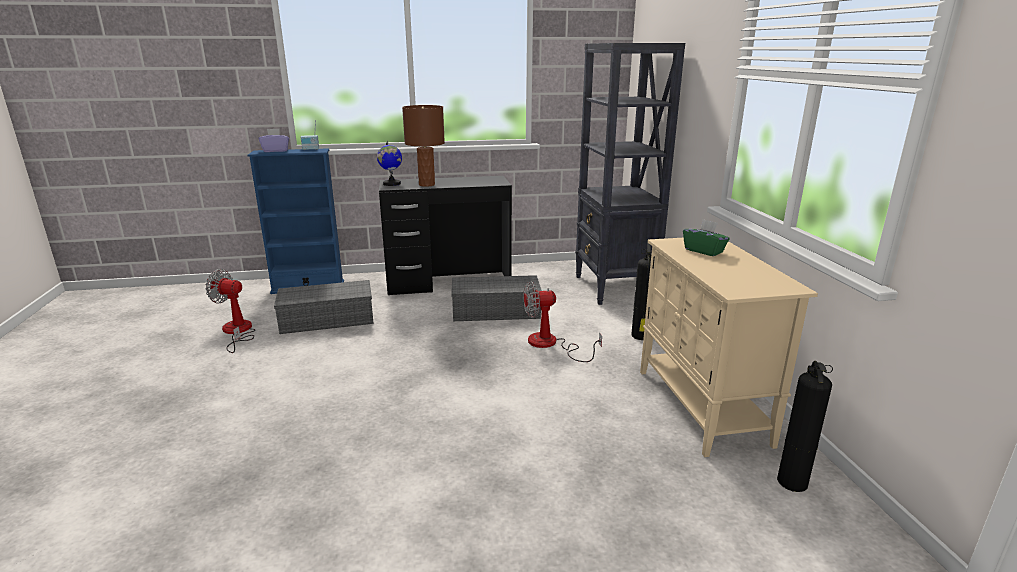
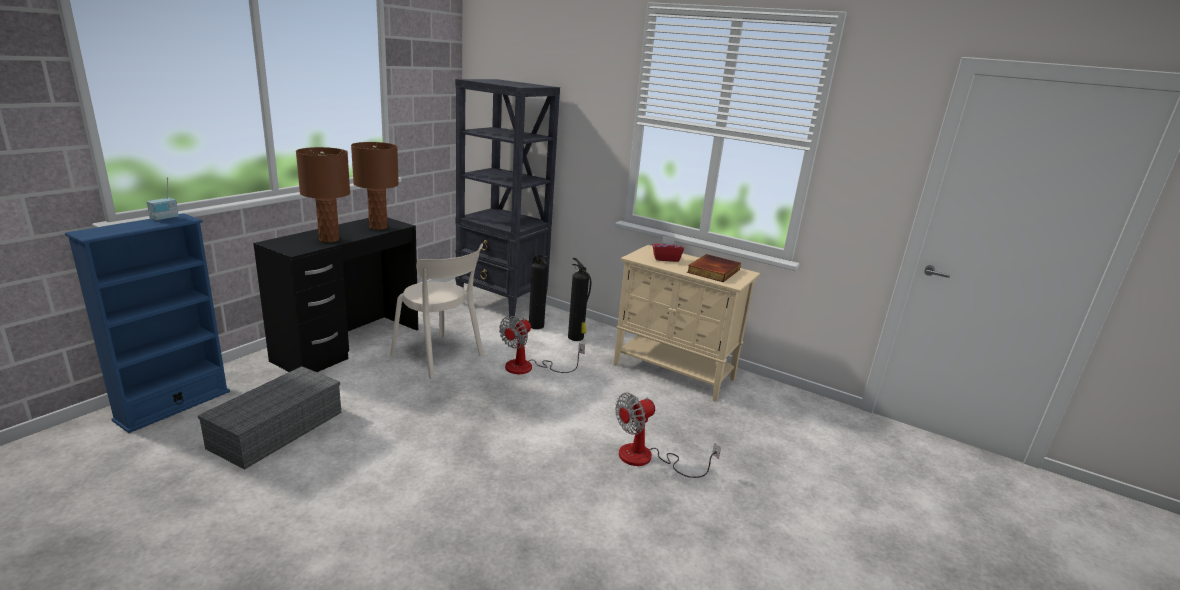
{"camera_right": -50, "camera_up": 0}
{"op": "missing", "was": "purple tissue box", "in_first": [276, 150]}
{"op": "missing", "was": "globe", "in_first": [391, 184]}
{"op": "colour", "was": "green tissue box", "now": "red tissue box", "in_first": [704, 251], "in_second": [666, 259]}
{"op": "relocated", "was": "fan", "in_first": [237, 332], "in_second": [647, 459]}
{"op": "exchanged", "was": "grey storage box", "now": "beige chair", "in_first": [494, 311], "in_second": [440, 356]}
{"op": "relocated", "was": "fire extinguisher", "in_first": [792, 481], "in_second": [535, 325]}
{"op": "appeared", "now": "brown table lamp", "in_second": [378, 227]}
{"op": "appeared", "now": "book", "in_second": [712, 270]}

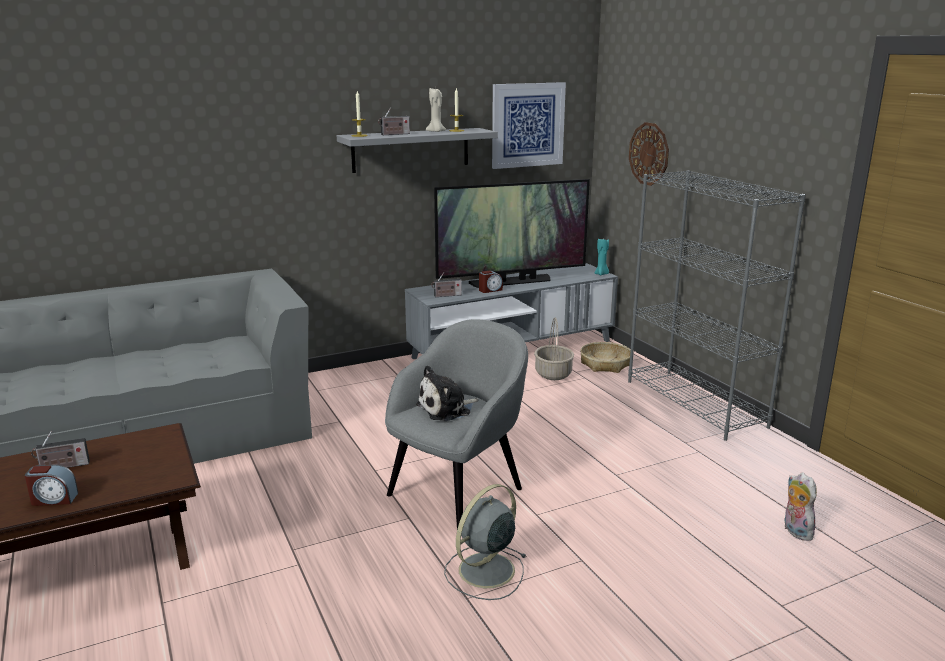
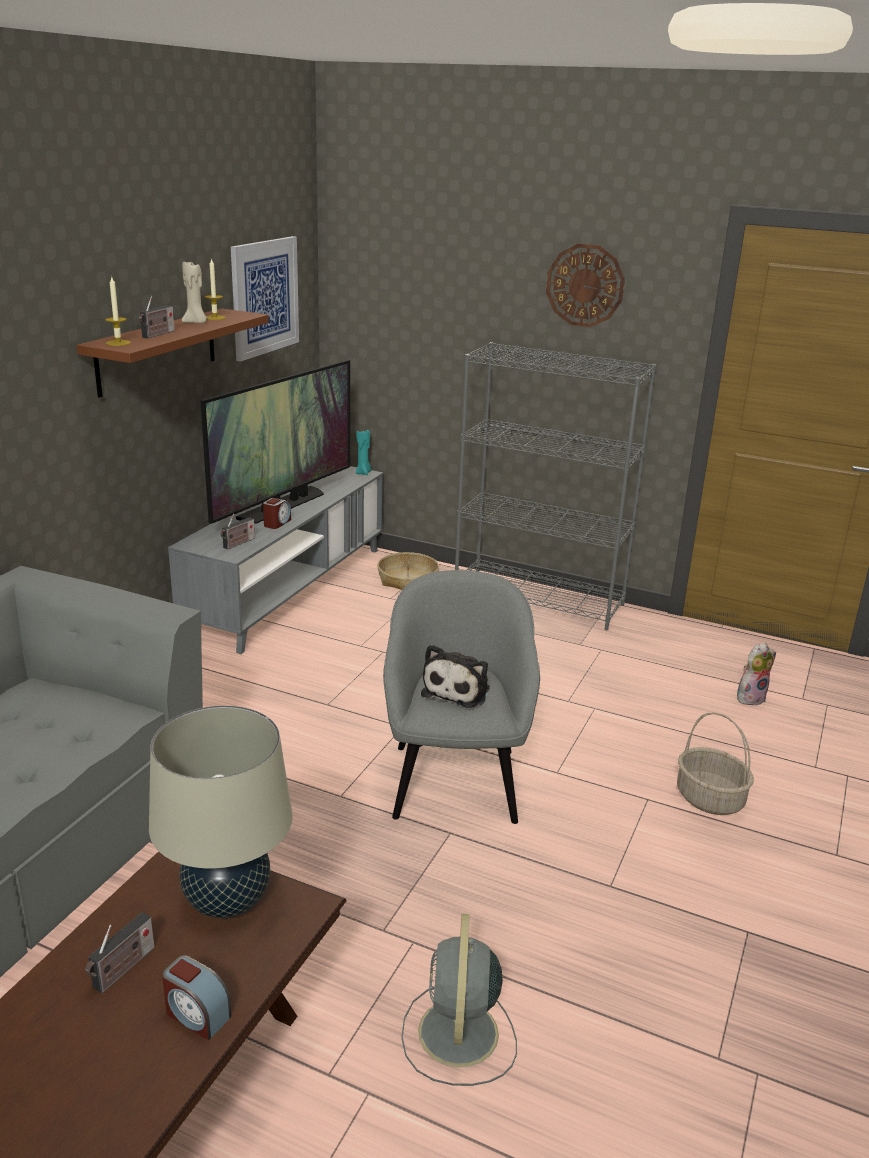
{"camera_right": -40, "camera_up": 5}
{"op": "relocated", "was": "wall clock", "in_first": [649, 154], "in_second": [585, 285]}
{"op": "colour", "was": "grey shelf", "now": "brown shelf", "in_first": [411, 150], "in_second": [157, 351]}
{"op": "relocated", "was": "basket", "in_first": [553, 373], "in_second": [708, 798]}
{"op": "spun", "was": "alarm clock", "in_first": [54, 499], "in_second": [196, 1015], "clockwise": 75}
{"op": "spun", "was": "plush toy", "in_first": [795, 531], "in_second": [750, 697], "clockwise": 120}
{"op": "relocated", "was": "grey fan", "in_first": [484, 571], "in_second": [458, 1036]}
{"op": "appeared", "now": "beige table lamp", "in_second": [227, 900]}

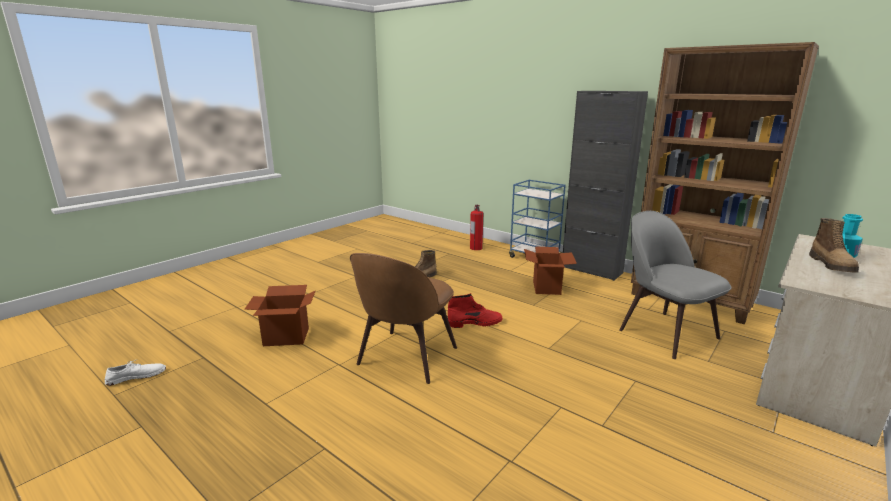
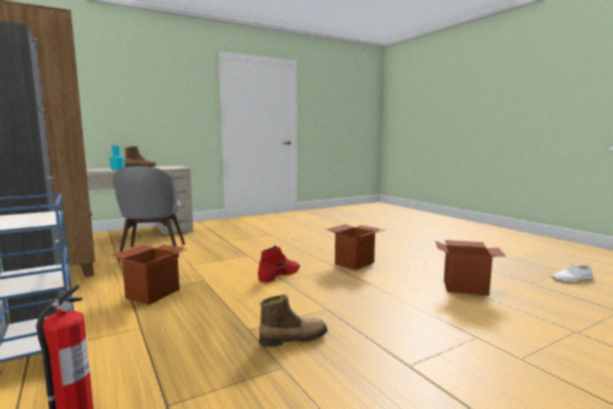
{"camera_right": -160, "camera_up": -10}
{"op": "exchanged", "was": "brown chair", "now": "cardboard box", "in_first": [405, 358], "in_second": [354, 263]}
{"op": "spun", "was": "red boot", "in_first": [475, 323], "in_second": [280, 274], "clockwise": 120}

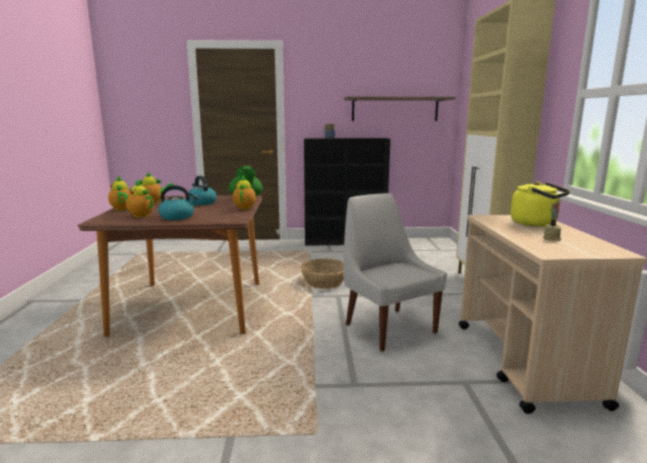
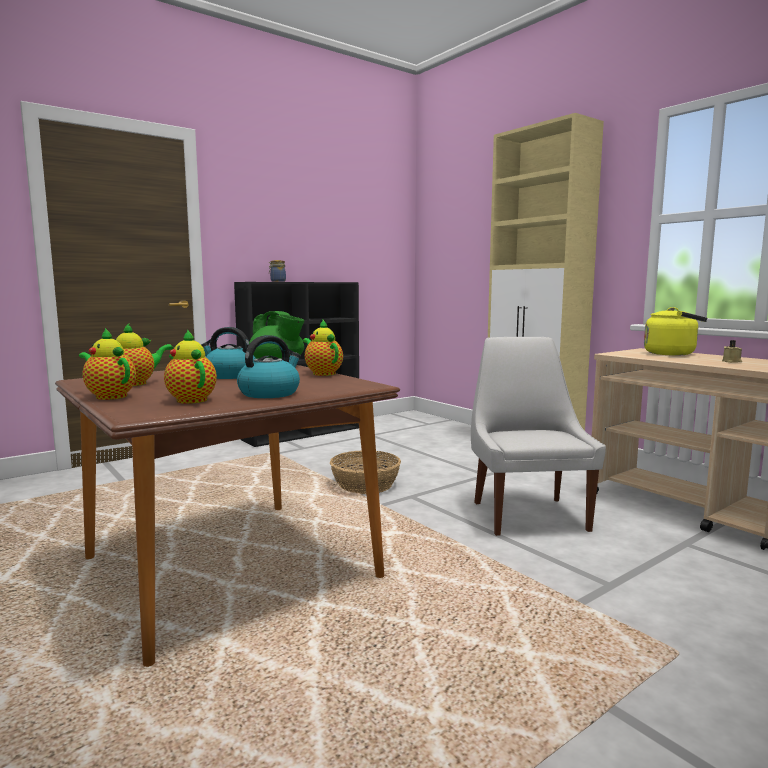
{"camera_right": -35, "camera_up": -5}
{"op": "missing", "was": "shelf", "in_first": [395, 109]}
{"op": "spun", "was": "teapot", "in_first": [139, 215], "in_second": [190, 400], "clockwise": 60}
{"op": "spun", "was": "white chair", "in_first": [388, 327], "in_second": [527, 514], "clockwise": 60}

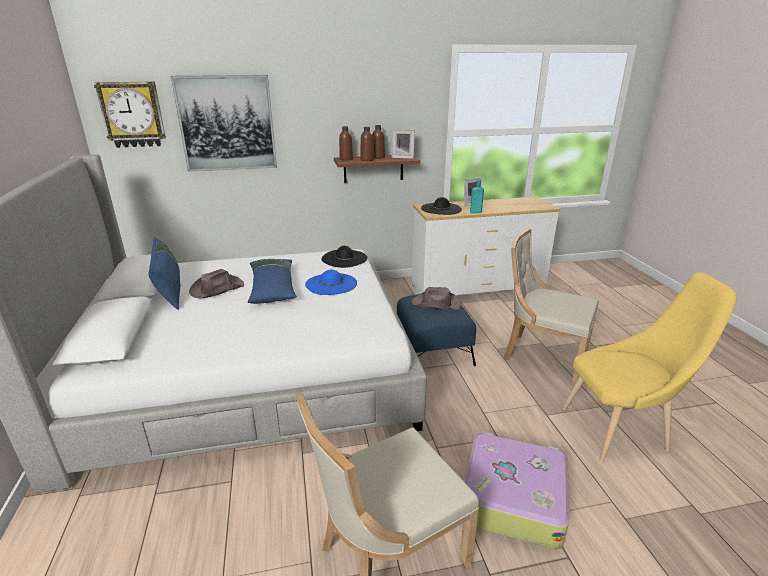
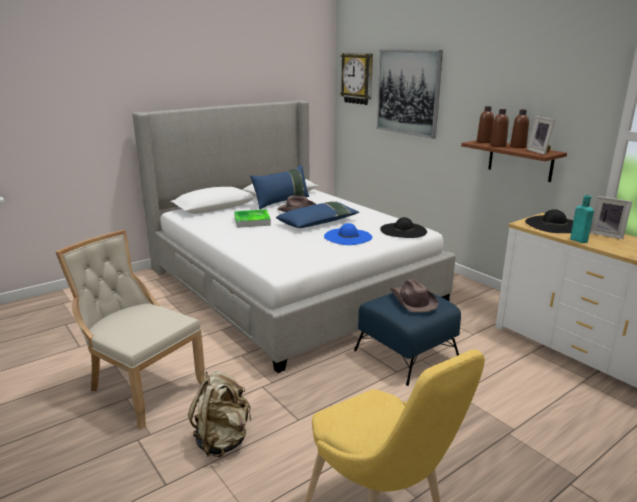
{"camera_right": 65, "camera_up": -5}
{"op": "missing", "was": "beige chair", "in_first": [541, 355]}
{"op": "exchanged", "was": "suitcase", "now": "beige backpack", "in_first": [512, 497], "in_second": [222, 440]}
{"op": "appeared", "now": "tray", "in_second": [252, 221]}

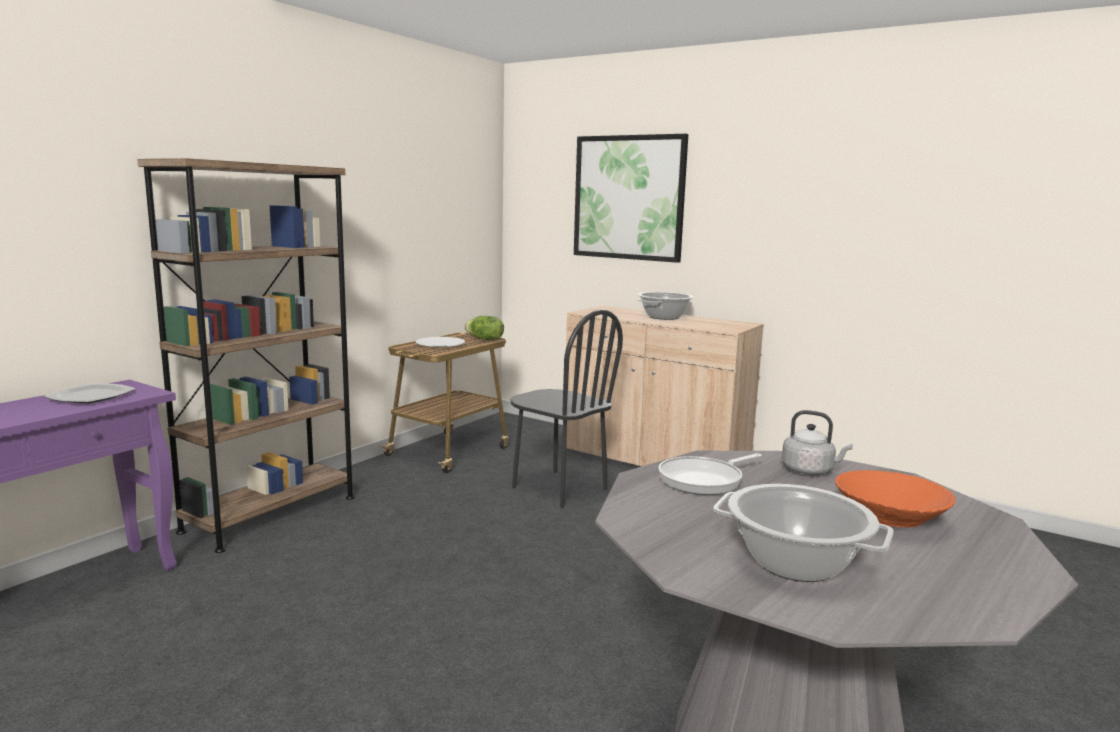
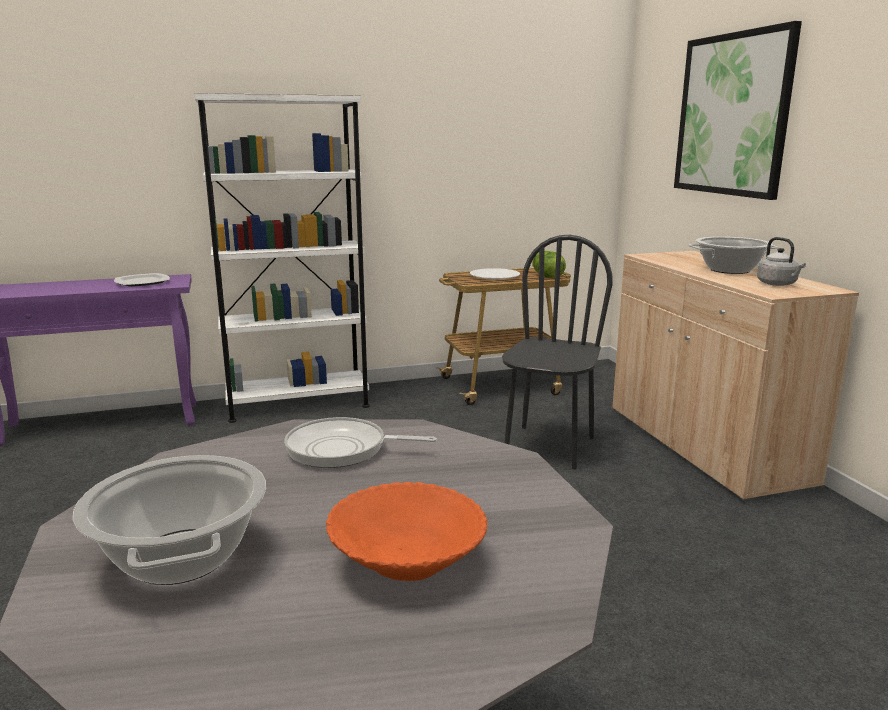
{"camera_right": 40, "camera_up": 5}
{"op": "colour", "was": "brown bookcase", "now": "white bookcase", "in_first": [270, 514], "in_second": [298, 403]}
{"op": "spun", "was": "black chair", "in_first": [559, 488], "in_second": [548, 447], "clockwise": -150}
{"op": "relocated", "was": "grey kettle", "in_first": [810, 470], "in_second": [778, 284]}

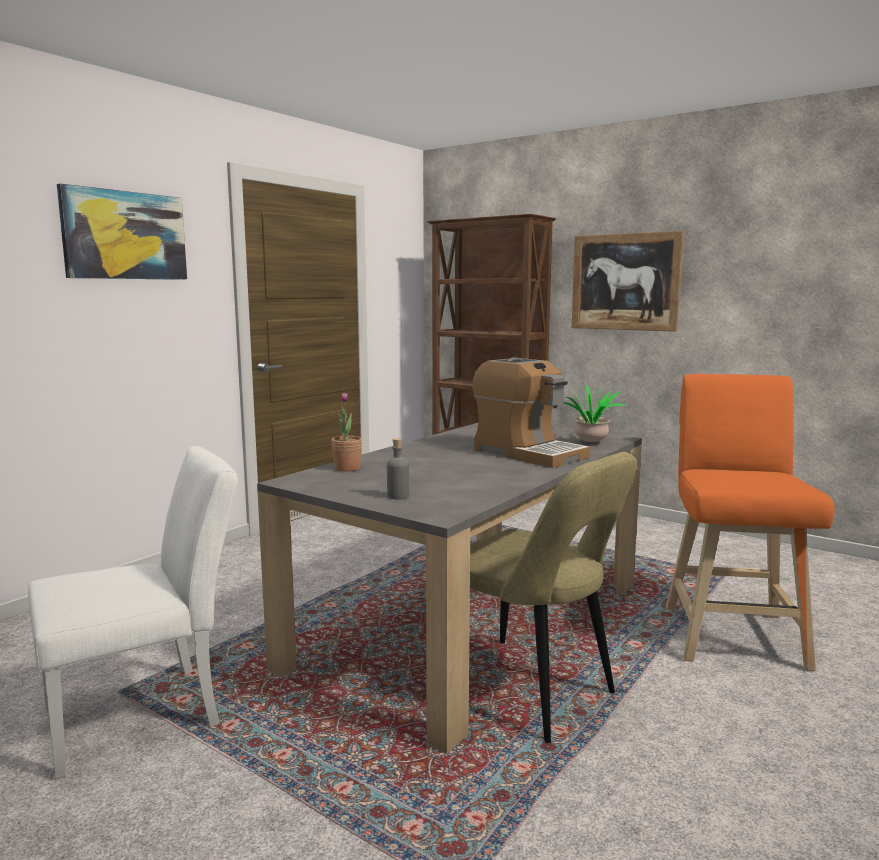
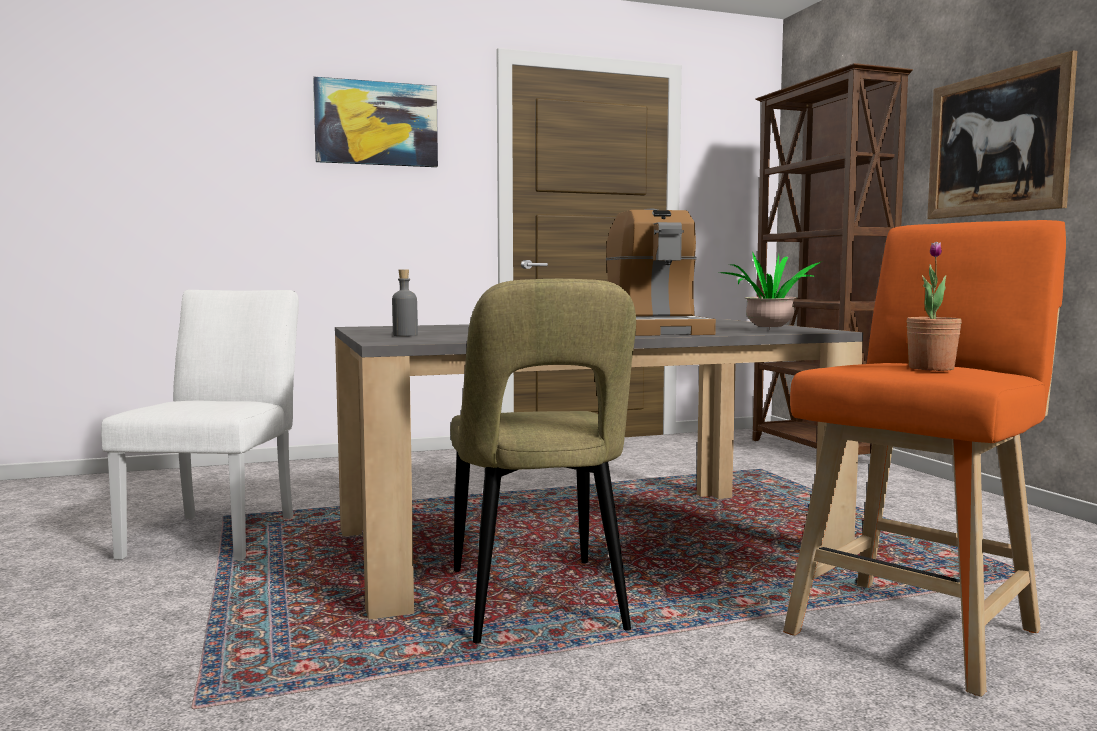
{"camera_right": 35, "camera_up": -5}
{"op": "relocated", "was": "potted plant", "in_first": [347, 468], "in_second": [931, 368]}
{"op": "spun", "was": "white chair", "in_first": [148, 713], "in_second": [219, 533], "clockwise": -90}

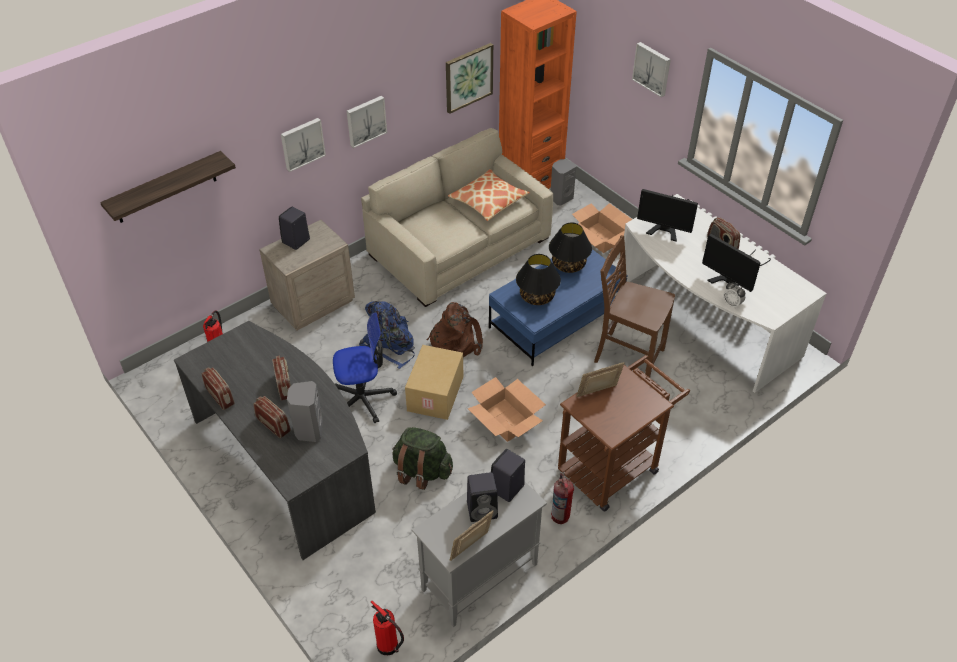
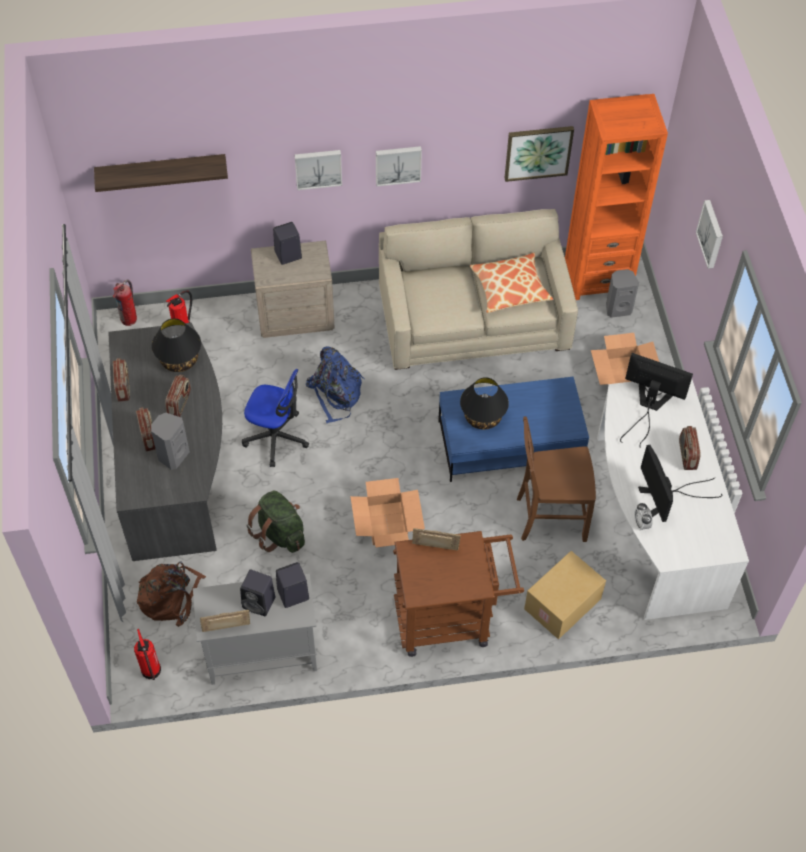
{"camera_right": 30, "camera_up": 10}
{"op": "spun", "was": "monitor", "in_first": [666, 226], "in_second": [648, 407], "clockwise": 150}
{"op": "relocated", "was": "black table lamp", "in_first": [568, 264], "in_second": [179, 360]}
{"op": "spun", "was": "brown chair", "in_first": [627, 356], "in_second": [549, 517], "clockwise": -60}
{"op": "relocated", "was": "brown backpack", "in_first": [455, 341], "in_second": [170, 597]}
{"op": "relocated", "was": "cardboard box", "in_first": [436, 394], "in_second": [563, 605]}
{"op": "relocated", "was": "fire extinguisher", "in_first": [560, 516], "in_second": [129, 319]}

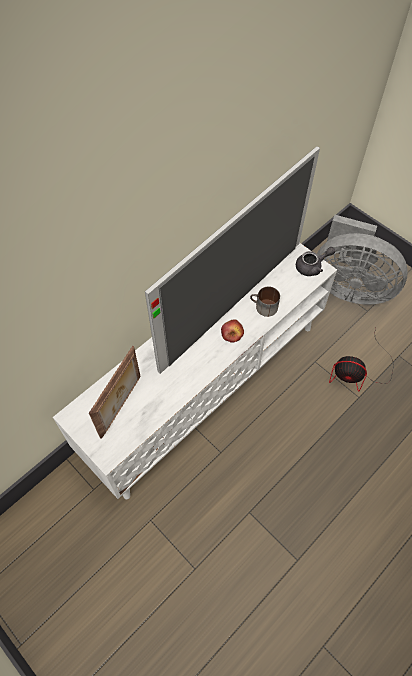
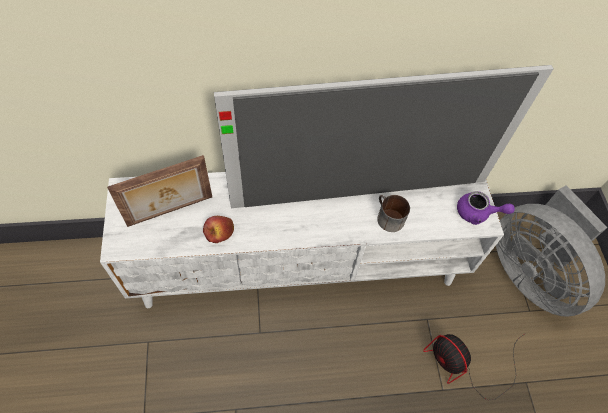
{"camera_right": 35, "camera_up": 0}
{"op": "colour", "was": "grey teapot", "now": "purple teapot", "in_first": [312, 267], "in_second": [477, 213]}
{"op": "relocated", "was": "apple", "in_first": [232, 333], "in_second": [219, 232]}

